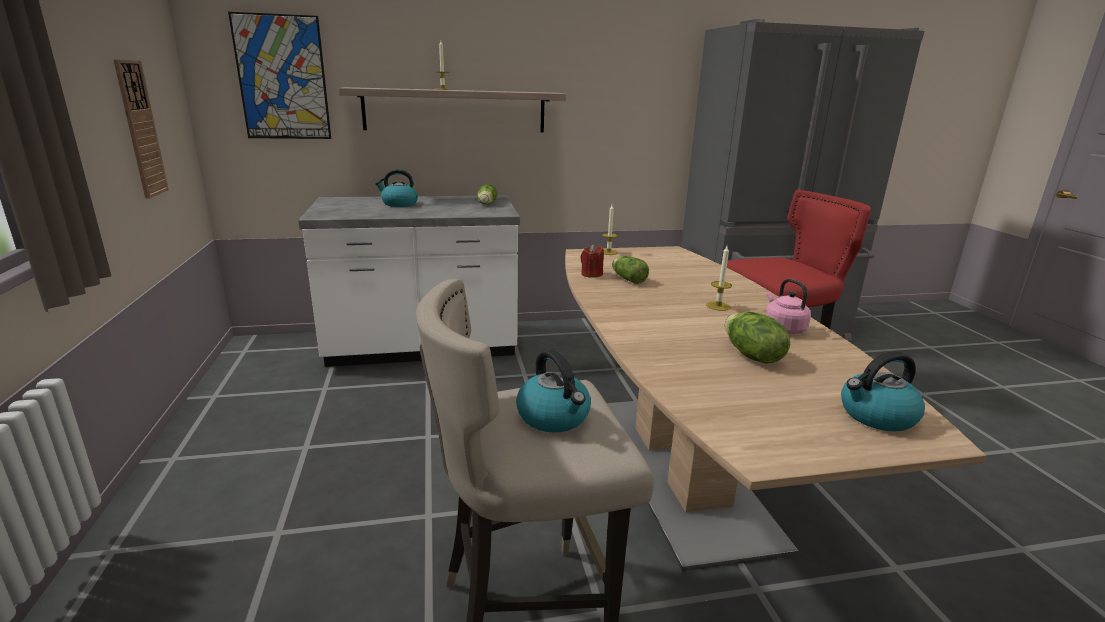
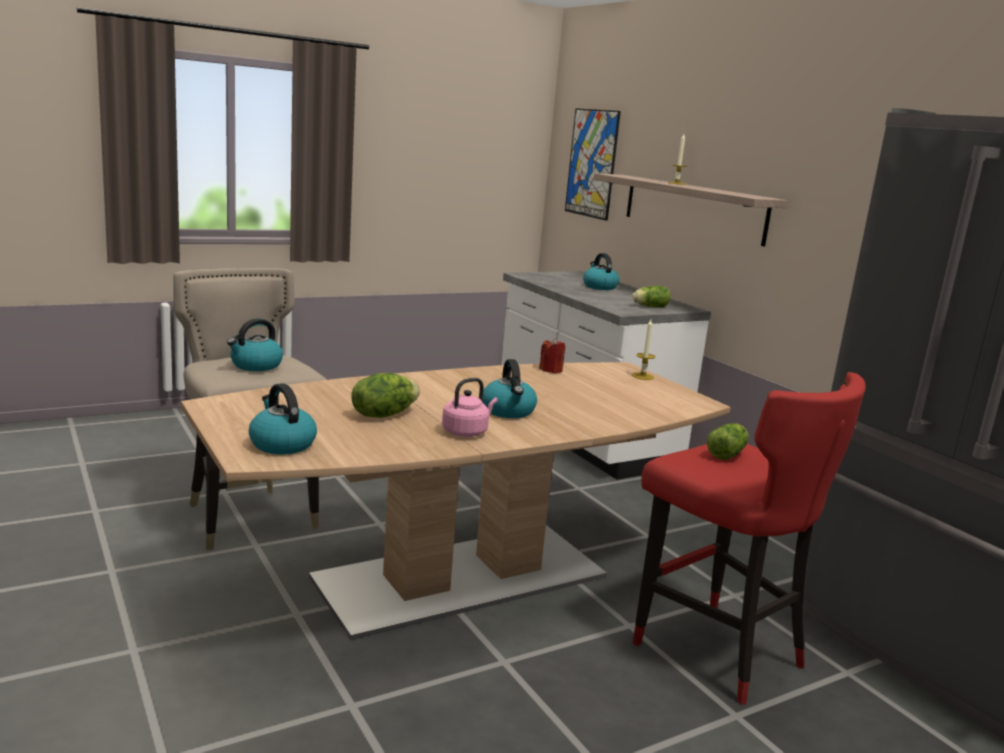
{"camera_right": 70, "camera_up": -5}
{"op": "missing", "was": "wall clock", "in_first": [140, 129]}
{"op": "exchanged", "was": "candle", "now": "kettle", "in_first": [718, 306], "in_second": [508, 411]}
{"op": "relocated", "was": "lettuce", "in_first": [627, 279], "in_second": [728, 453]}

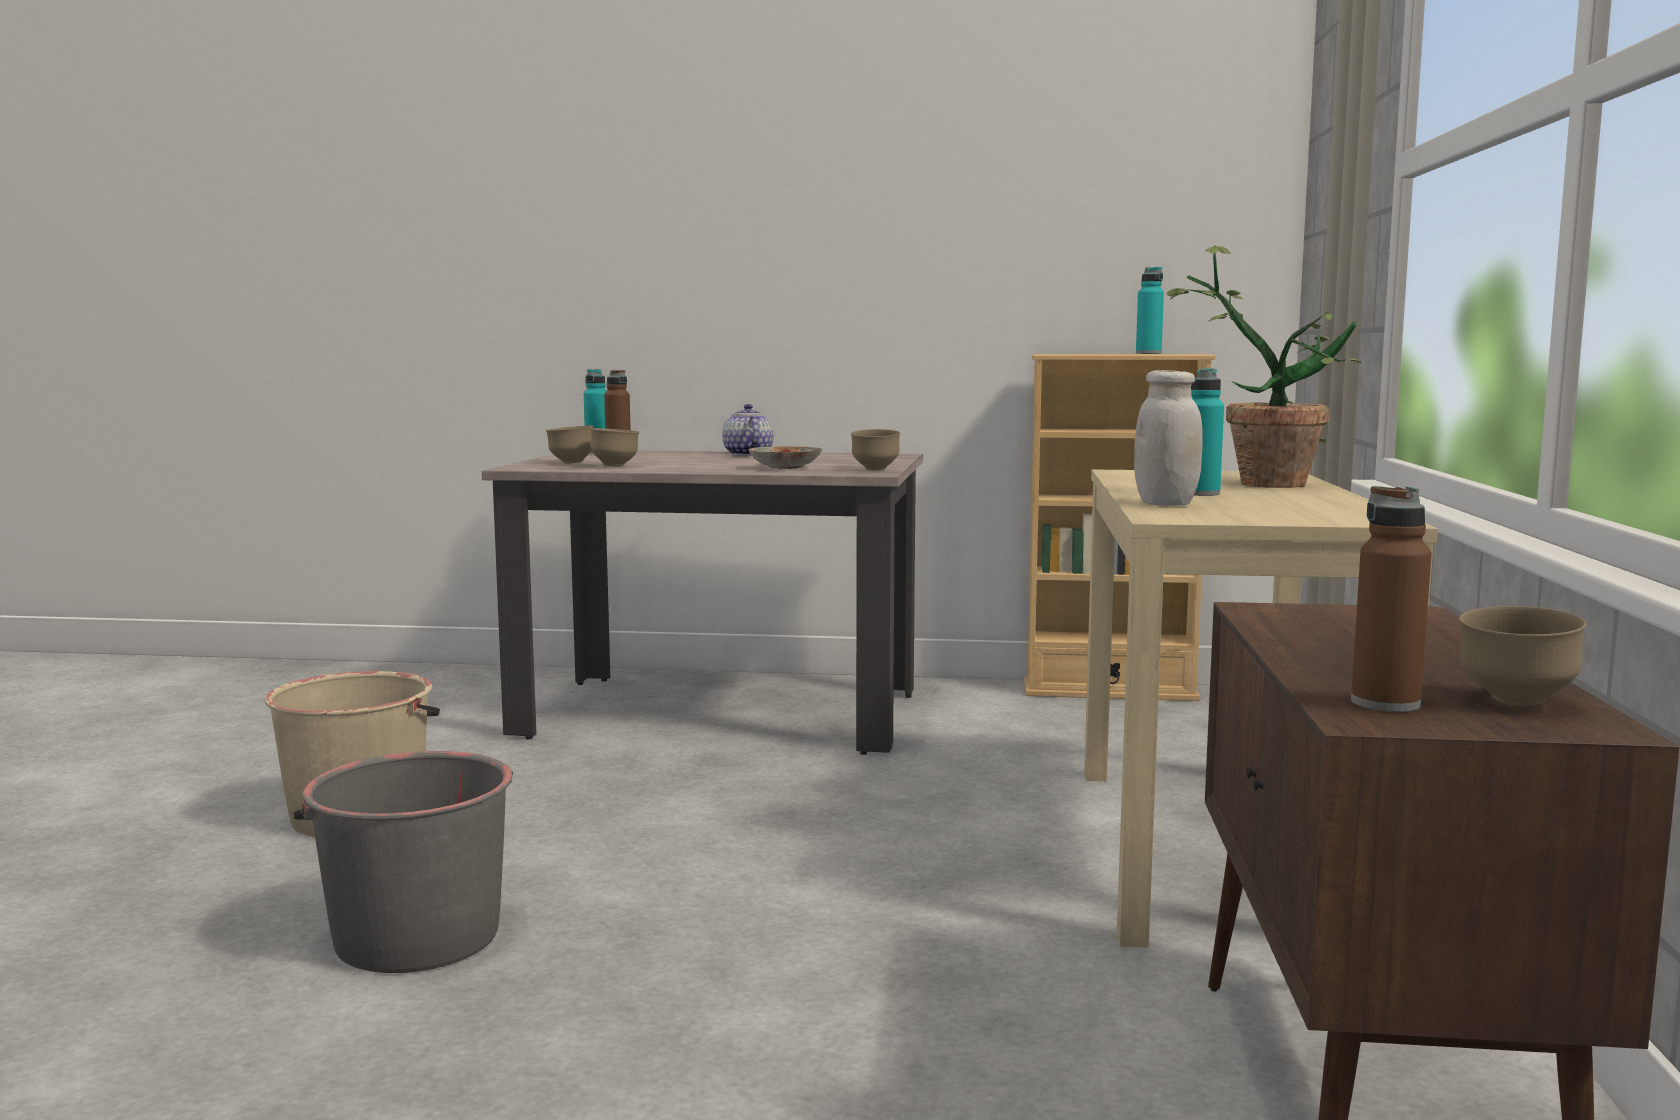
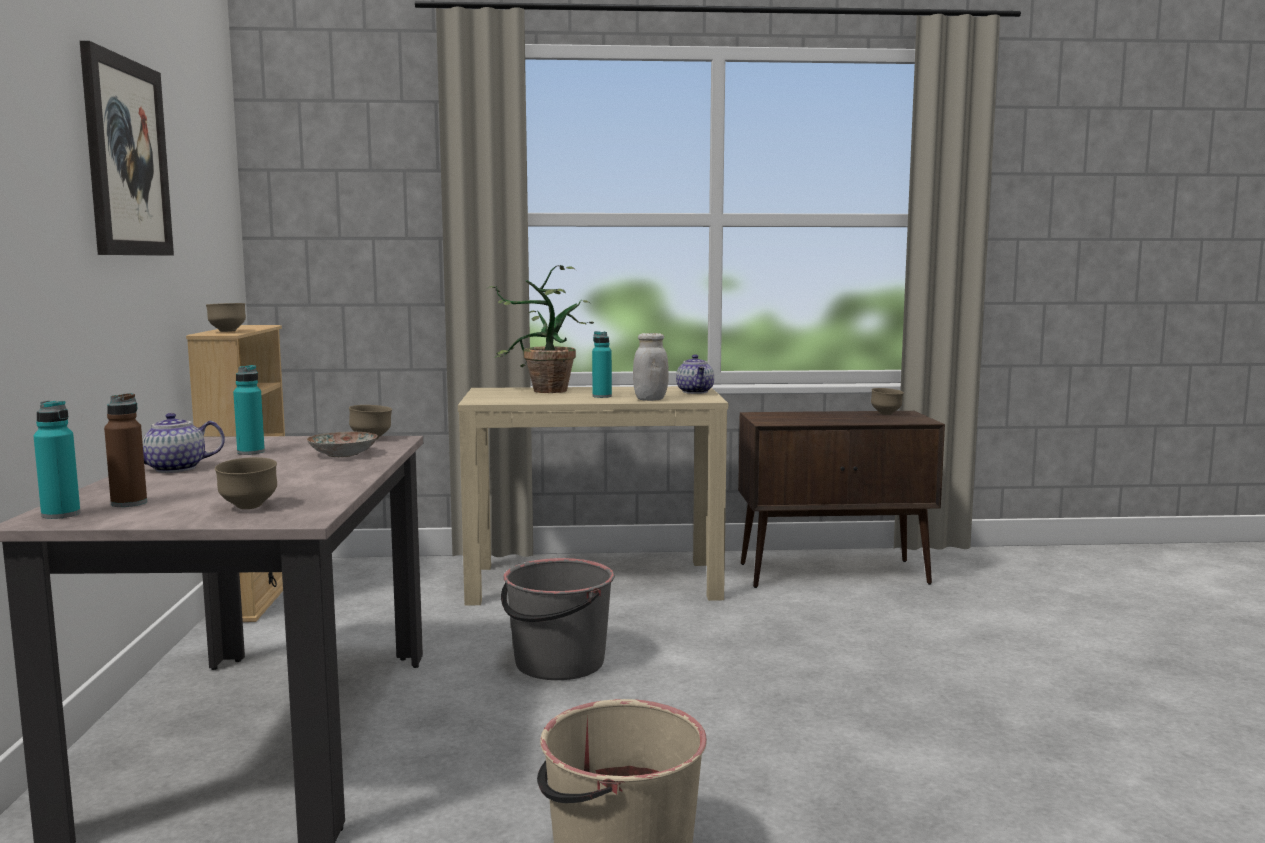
{"camera_right": -100, "camera_up": 0}
{"op": "relocated", "was": "turquoise bottle", "in_first": [1148, 353], "in_second": [251, 452]}
{"op": "relocated", "was": "brown bowl", "in_first": [615, 466], "in_second": [227, 331]}
{"op": "missing", "was": "brown bottle", "in_first": [1385, 703]}
{"op": "relocated", "was": "grey bucket", "in_first": [416, 938], "in_second": [558, 664]}
{"op": "appeared", "now": "picture", "in_second": [126, 158]}
{"op": "appeared", "now": "teapot", "in_second": [696, 392]}

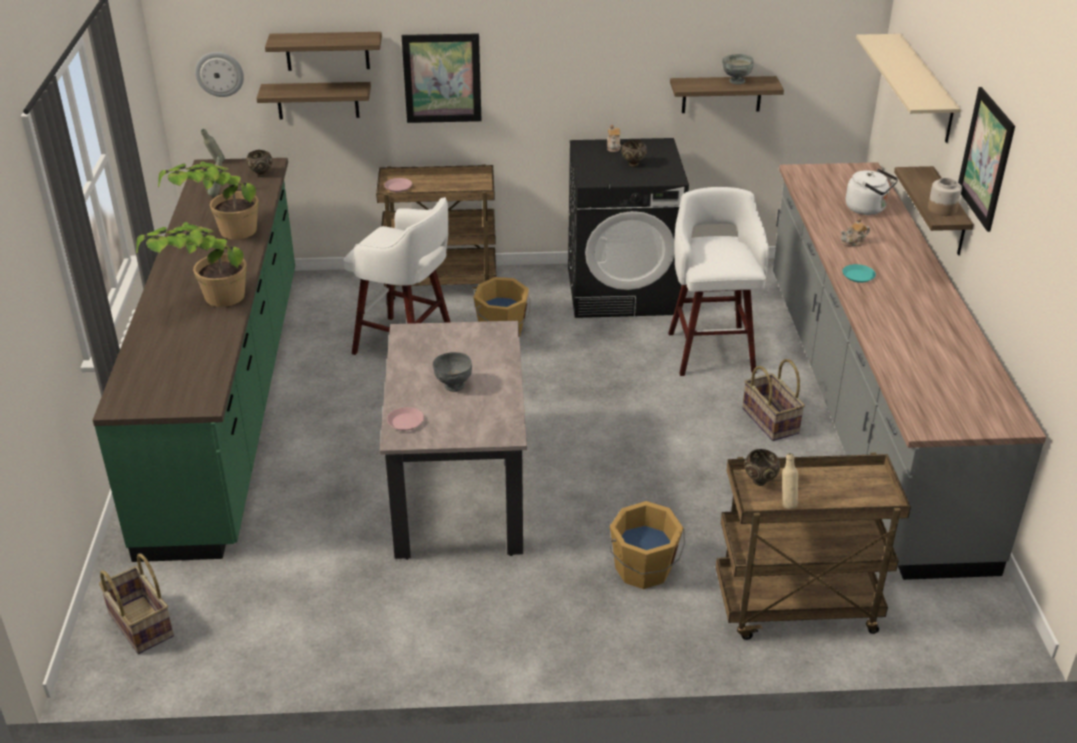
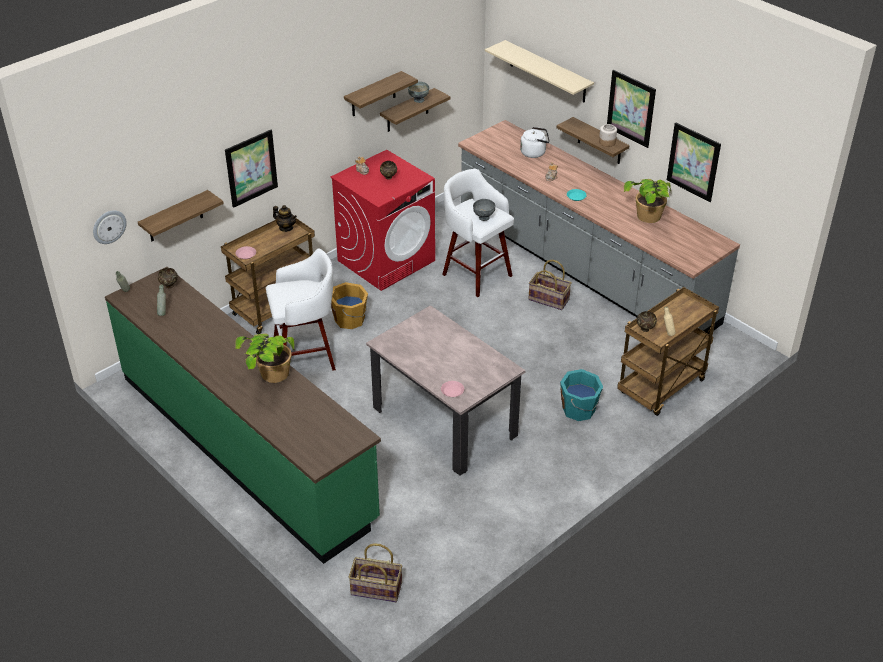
{"camera_right": -40, "camera_up": 5}
{"op": "relocated", "was": "shelf", "in_first": [327, 51], "in_second": [373, 94]}
{"op": "colour", "was": "black washing machine", "now": "red washing machine", "in_first": [622, 290], "in_second": [386, 260]}
{"op": "relocated", "was": "potted plant", "in_first": [220, 236], "in_second": [647, 223]}
{"op": "relocated", "was": "grey bowl", "in_first": [453, 386], "in_second": [484, 218]}
{"op": "colour", "was": "orange bucket", "now": "turquoise bucket", "in_first": [643, 570], "in_second": [579, 409]}
{"op": "appeared", "now": "picture", "in_second": [693, 162]}
{"op": "appeared", "now": "teapot", "in_second": [286, 228]}

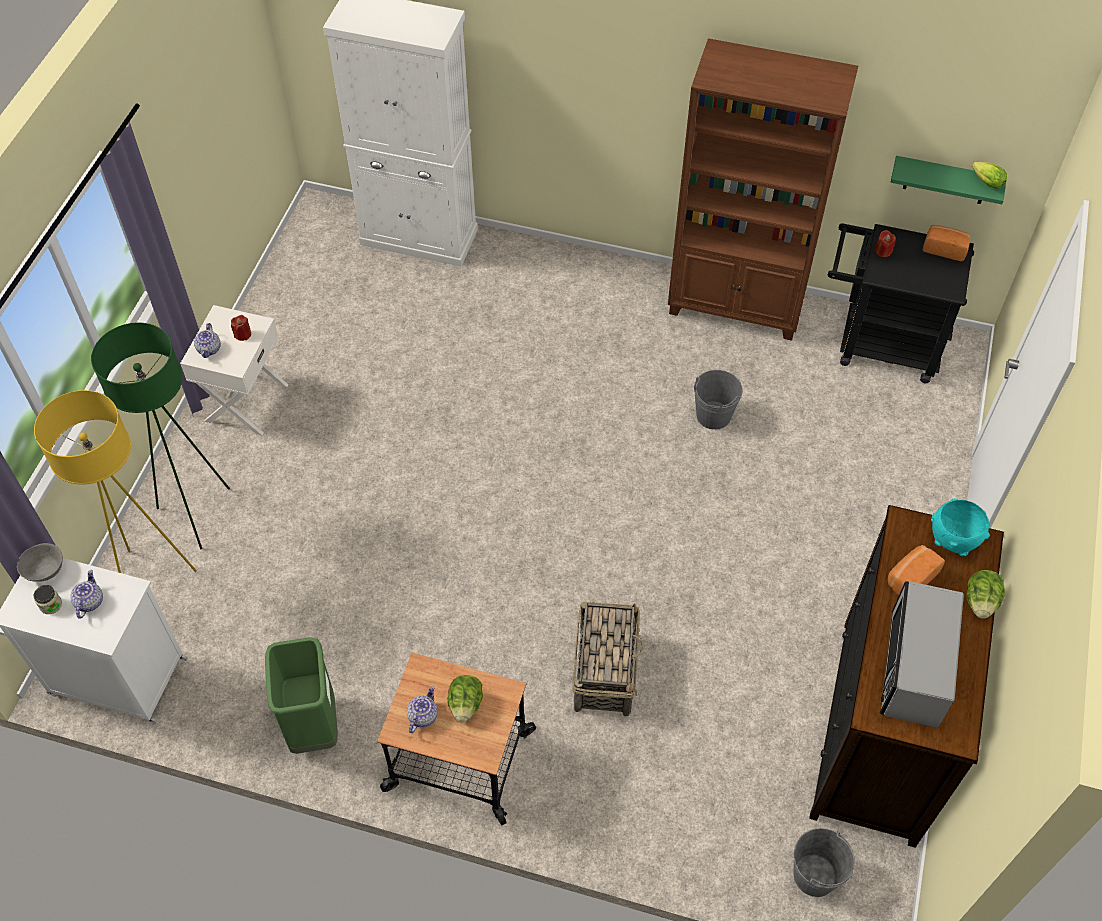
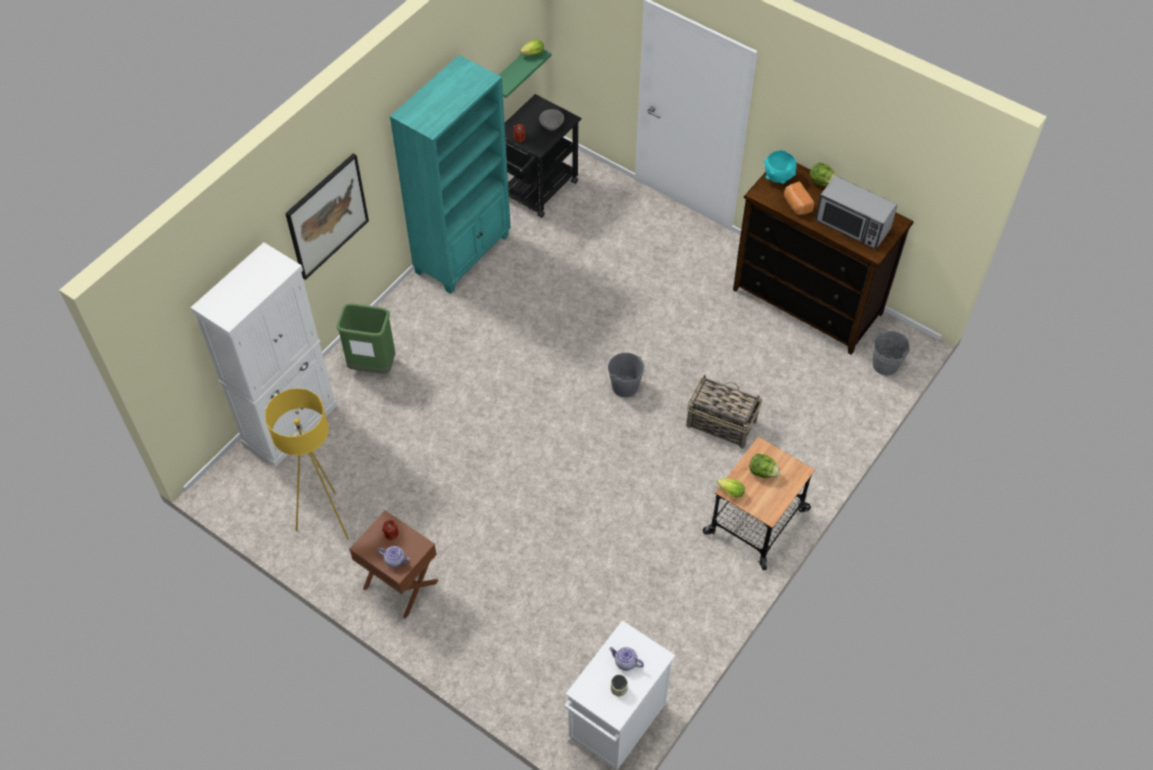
{"camera_right": -70, "camera_up": 0}
{"op": "colour", "was": "brown bookcase", "now": "turquoise bookcase", "in_first": [737, 306], "in_second": [463, 254]}
{"op": "missing", "was": "bread", "in_first": [944, 249]}
{"op": "colour", "was": "white nightstand", "now": "brown nightstand", "in_first": [245, 402], "in_second": [400, 585]}
{"op": "missing", "was": "green floor lamp", "in_first": [197, 514]}
{"op": "relocated", "was": "grey bucket", "in_first": [713, 415], "in_second": [625, 386]}
{"op": "relocated", "was": "yellow floor lamp", "in_first": [153, 578], "in_second": [327, 519]}
{"op": "relocated", "was": "grey bowl", "in_first": [46, 570], "in_second": [551, 125]}
{"op": "relocated", "was": "green trash can", "in_first": [313, 726], "in_second": [372, 366]}
{"op": "missing", "was": "teapot", "in_first": [422, 715]}
{"op": "appeared", "now": "picture", "in_second": [327, 216]}
{"op": "appeared", "now": "lettuce", "in_second": [729, 491]}

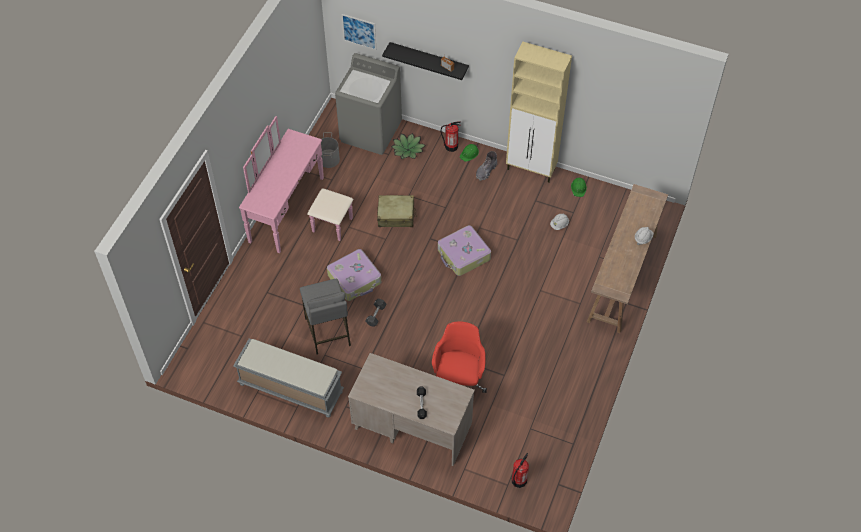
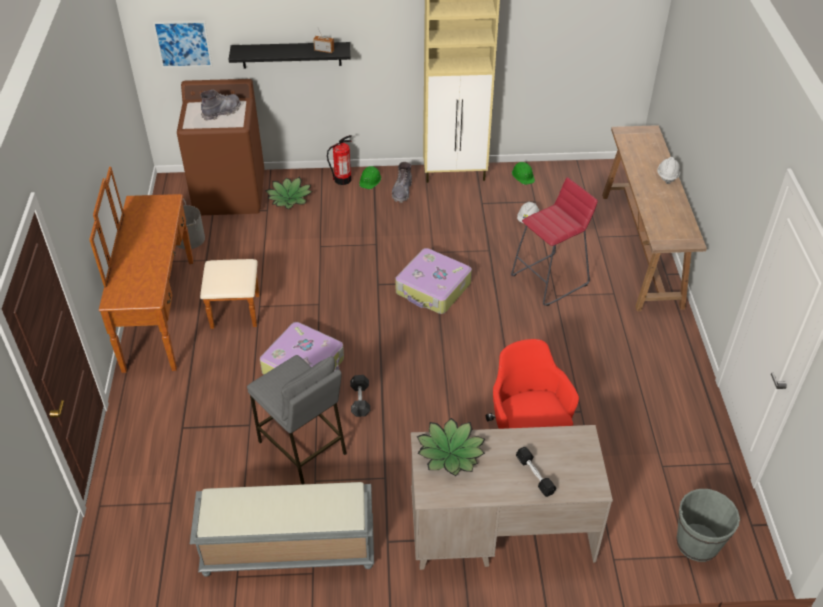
{"camera_right": -25, "camera_up": -10}
{"op": "colour", "was": "grey washing machine", "now": "brown washing machine", "in_first": [371, 132], "in_second": [230, 193]}
{"op": "colour", "was": "pink dresser", "now": "brown dresser", "in_first": [297, 213], "in_second": [177, 312]}
{"op": "missing", "was": "beige suitcase", "in_first": [396, 215]}
{"op": "exchanged", "was": "fire extinguisher", "now": "grey bucket", "in_first": [518, 480], "in_second": [697, 543]}
{"op": "appeared", "now": "grey boot", "in_second": [222, 112]}
{"op": "appeared", "now": "red stool", "in_second": [550, 280]}
{"op": "appeared", "now": "potted plant", "in_second": [450, 453]}

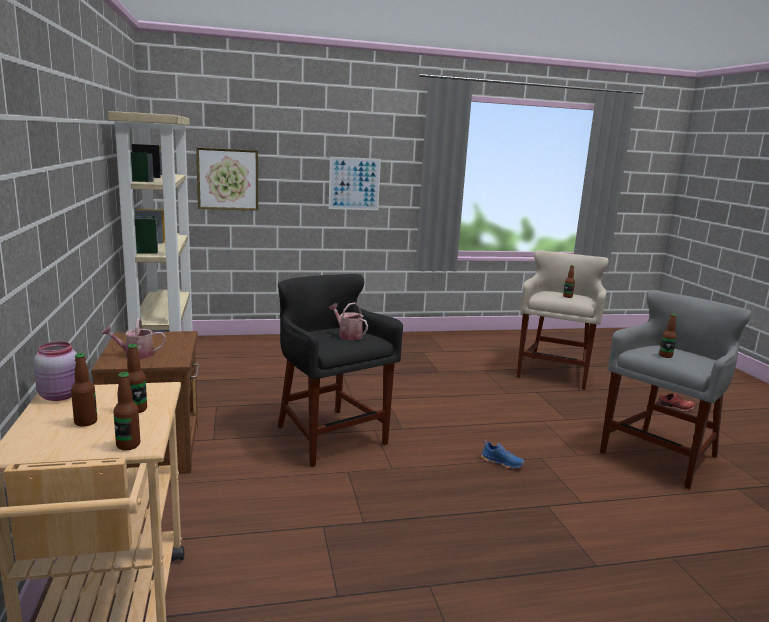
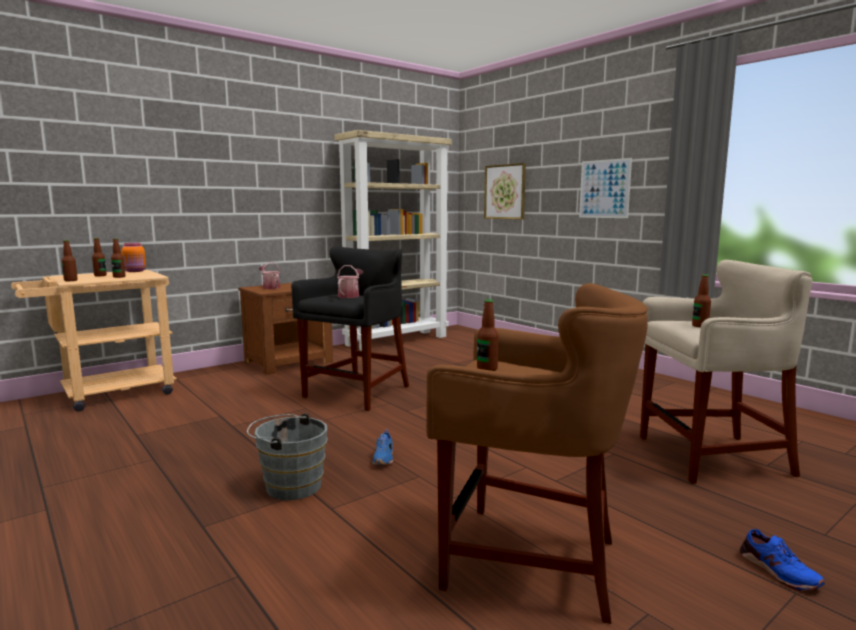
{"camera_right": 65, "camera_up": -5}
{"op": "colour", "was": "grey stool", "now": "brown stool", "in_first": [660, 456], "in_second": [529, 560]}
{"op": "colour", "was": "pink jar", "now": "orange jar", "in_first": [61, 395], "in_second": [135, 271]}
{"op": "colour", "was": "red shoe", "now": "blue shoe", "in_first": [674, 408], "in_second": [777, 571]}
{"op": "appeared", "now": "grey bucket", "in_second": [290, 486]}

